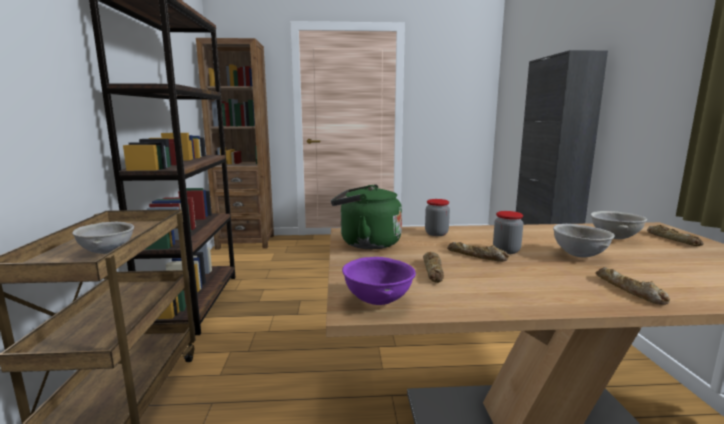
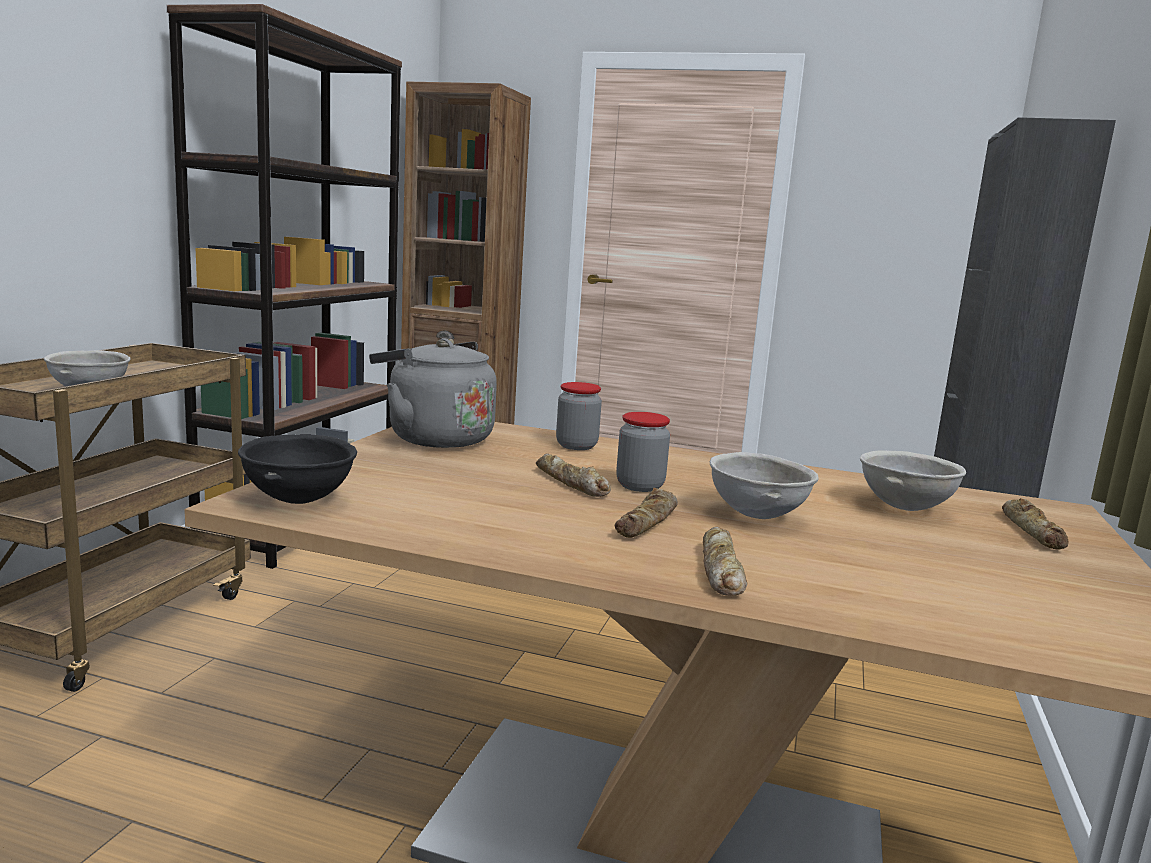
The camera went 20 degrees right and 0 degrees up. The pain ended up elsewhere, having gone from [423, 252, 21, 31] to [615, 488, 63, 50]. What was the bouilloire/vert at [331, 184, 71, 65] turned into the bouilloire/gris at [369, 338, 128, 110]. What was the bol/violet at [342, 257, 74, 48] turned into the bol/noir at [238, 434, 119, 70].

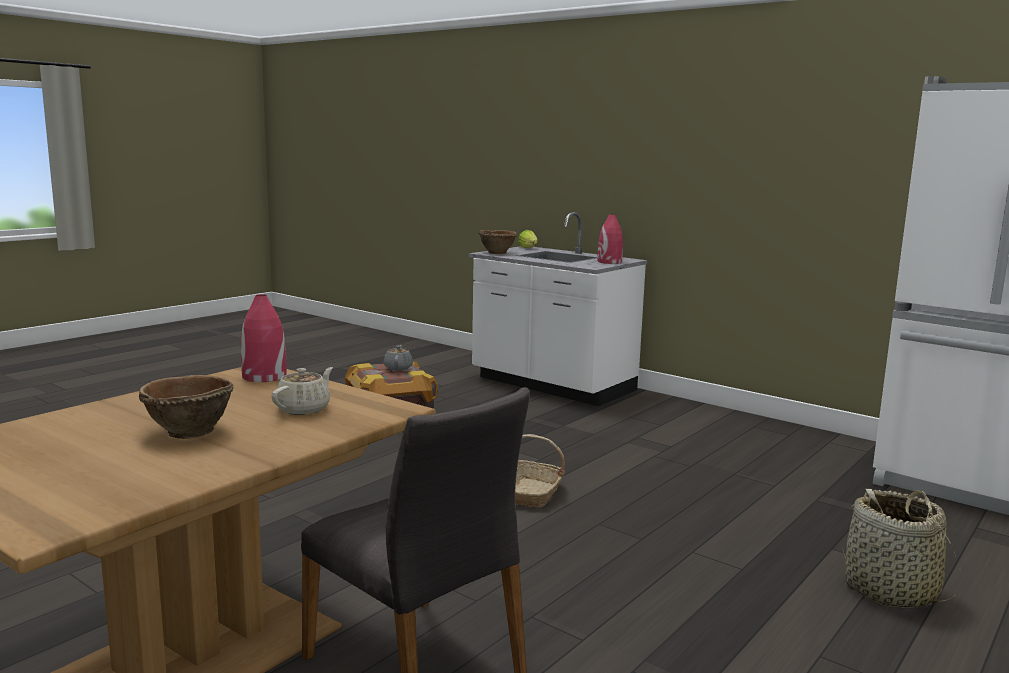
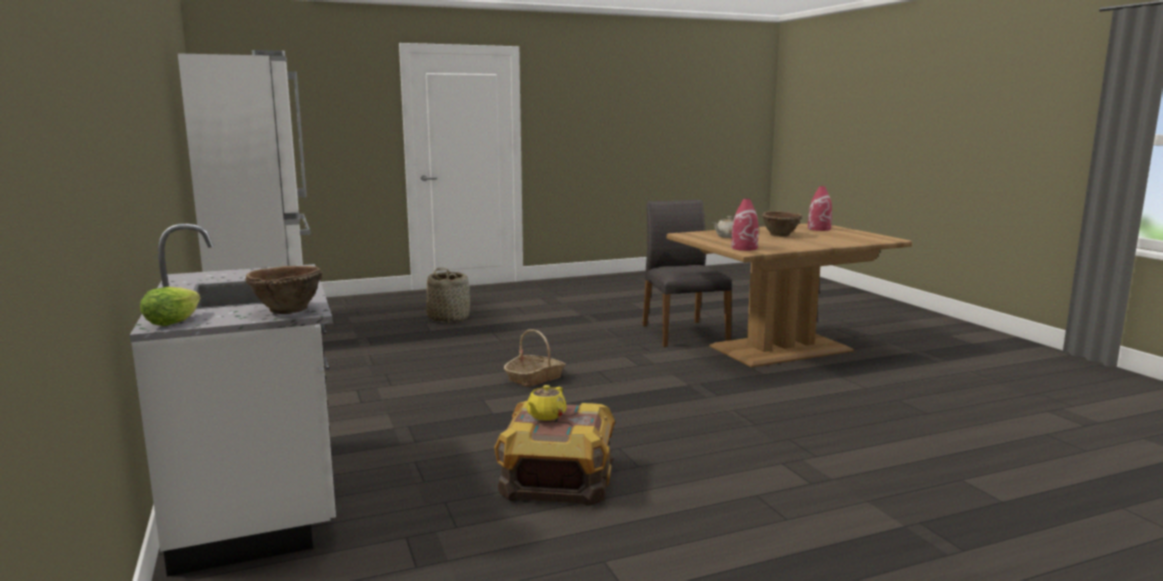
The camera went 150 degrees left and 0 degrees up. The vase/rouge ended up elsewhere, having gone from [597, 215, 26, 49] to [808, 186, 24, 45]. What was the théière/gris at [384, 345, 29, 26] turned into the théière/jaune at [527, 385, 40, 35].

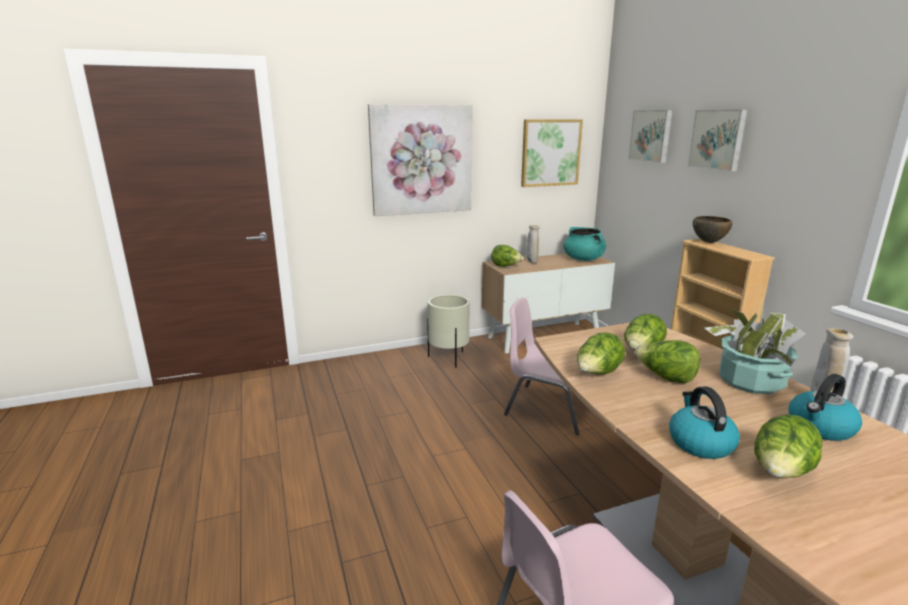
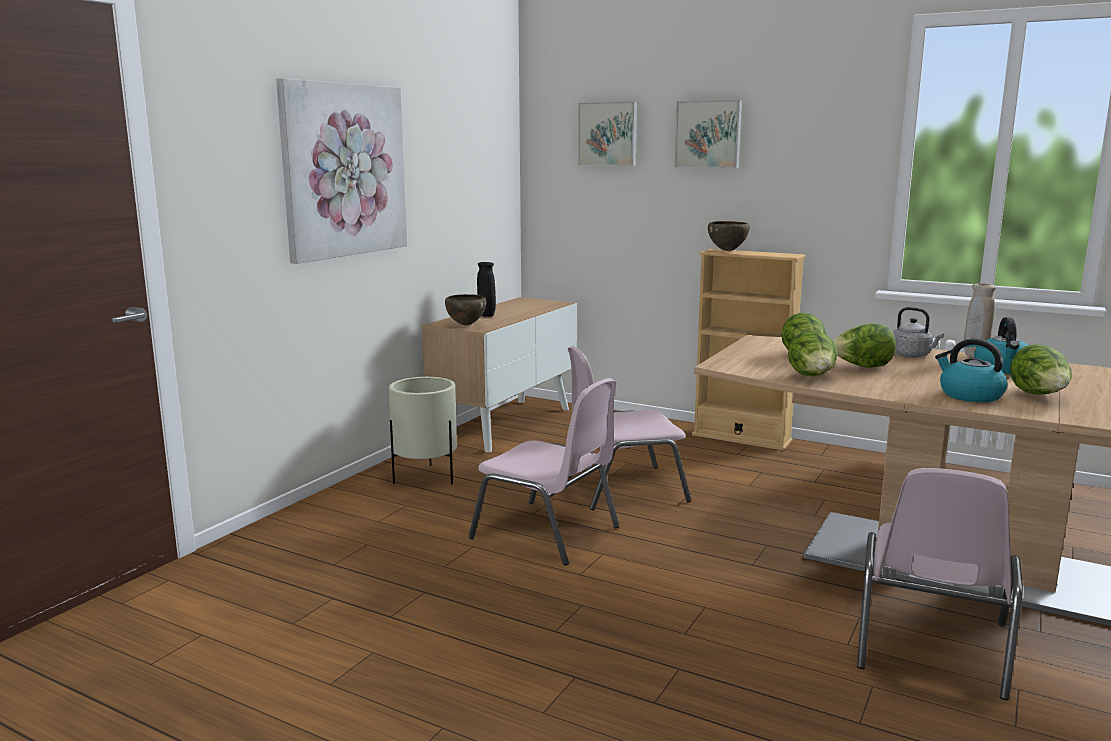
The camera went 40 degrees left and 5 degrees down. The second view lost the tableau at [521, 119, 62, 68]. The second view lost the marmite/turquoise at [564, 227, 42, 34]. The second view gained the chaise/rose at [468, 378, 151, 187]. Where the laitue stood at [491, 245, 32, 22], the bol/marron came to stand at [445, 294, 42, 31]. Where the plante en pot stood at [704, 309, 102, 85], the bouilloire/gris came to stand at [893, 307, 51, 50]. What was the vase/beige at [527, 225, 13, 38] turned into the vase/noir at [477, 262, 19, 55].

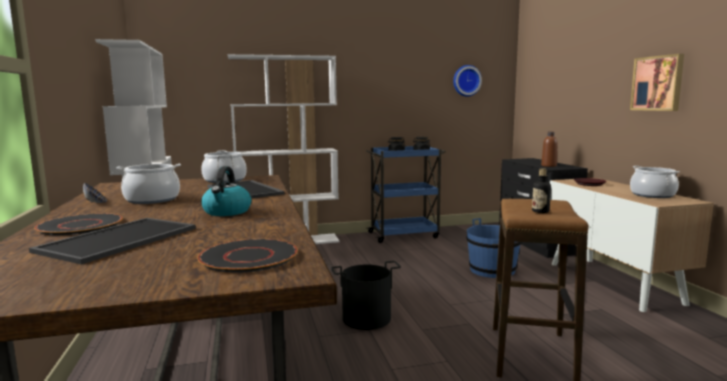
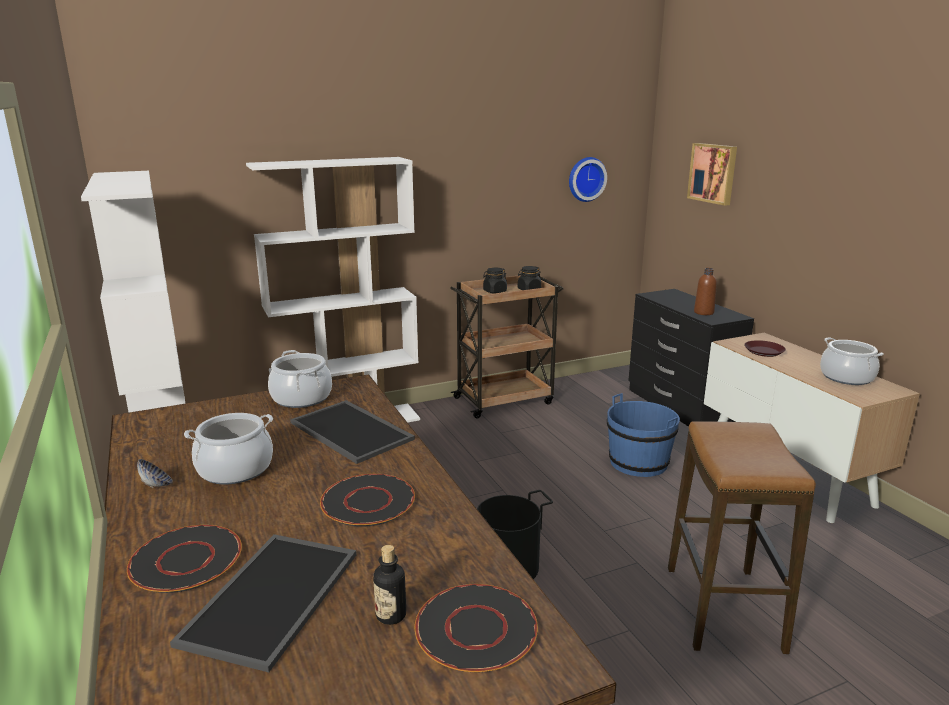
The camera went 10 degrees left and 10 degrees up. The bouteille ended up elsewhere, having gone from [532, 168, 19, 45] to [373, 545, 33, 80]. The tableau ended up elsewhere, having gone from [630, 54, 54, 57] to [687, 143, 50, 63]. Where the bouilloire stood at [201, 166, 50, 50], the assiette/noir came to stand at [320, 474, 95, 53]. What was the chariot/bleu at [366, 146, 80, 97] turned into the chariot/marron at [450, 275, 113, 143].

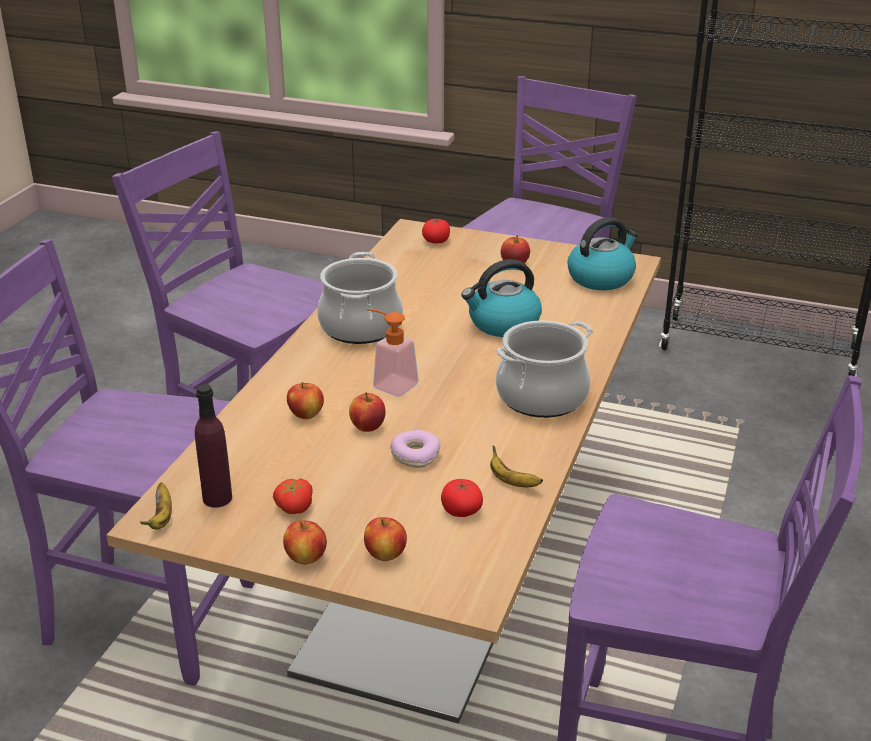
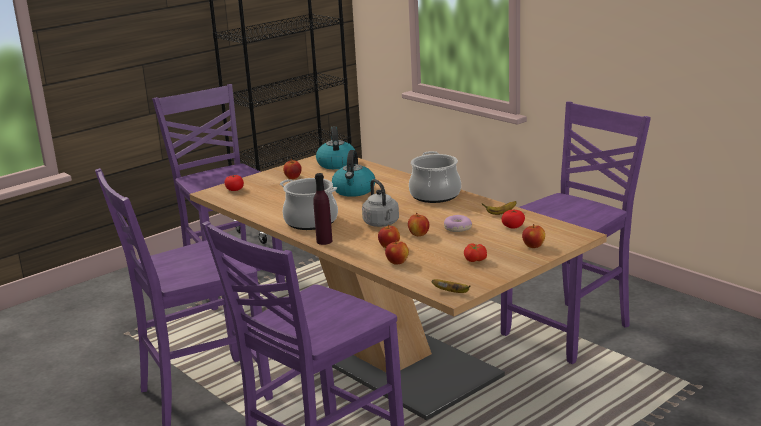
The camera went 60 degrees left and 10 degrees down. The bouteille/violet ended up elsewhere, having gone from [195, 384, 37, 124] to [313, 173, 19, 72]. The pomme ended up elsewhere, having gone from [283, 520, 44, 45] to [385, 240, 24, 25]. Where the distributeur de savon stood at [366, 309, 53, 88], the bouilloire/gris came to stand at [362, 179, 37, 48].

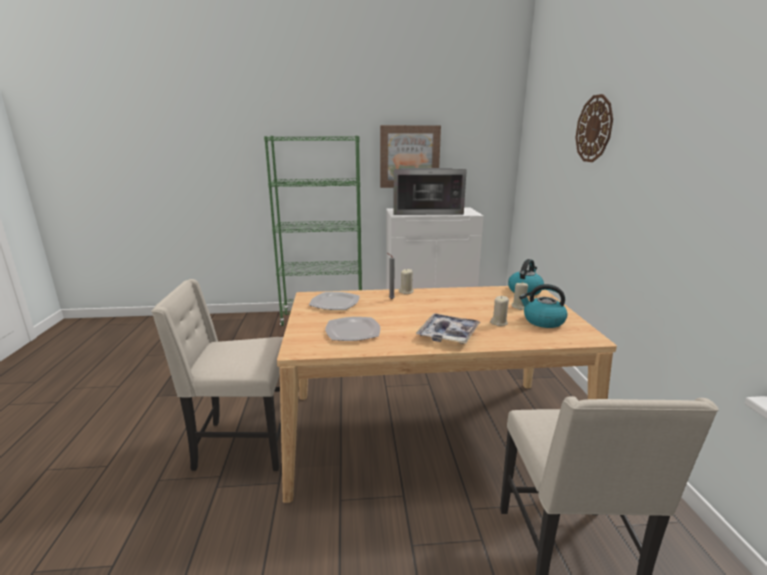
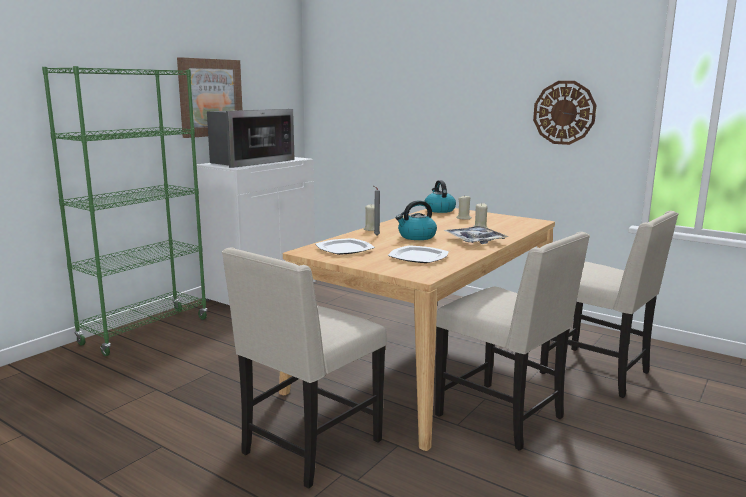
The camera went 50 degrees left and 5 degrees down. The second view gained the chaise/beige at [435, 232, 155, 219]. The bouilloire ended up elsewhere, having gone from [519, 284, 49, 44] to [396, 200, 41, 40]. The horloge murale ended up elsewhere, having gone from [575, 94, 38, 68] to [533, 81, 63, 64].

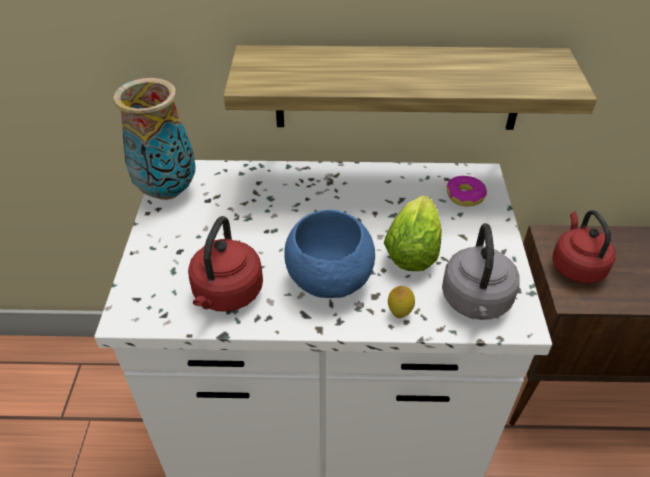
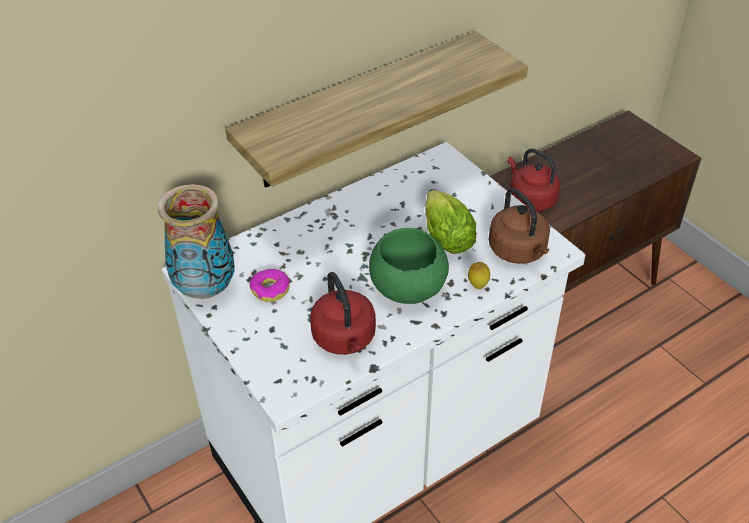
The camera went 35 degrees left and 0 degrees up. The beignet ended up elsewhere, having gone from [447, 176, 40, 30] to [250, 269, 40, 33]. What was the bol/bleu at [284, 210, 91, 88] turned into the bol/vert at [369, 228, 80, 76]. What was the bouilloire/gris at [442, 223, 78, 97] turned into the bouilloire/marron at [489, 188, 61, 76].

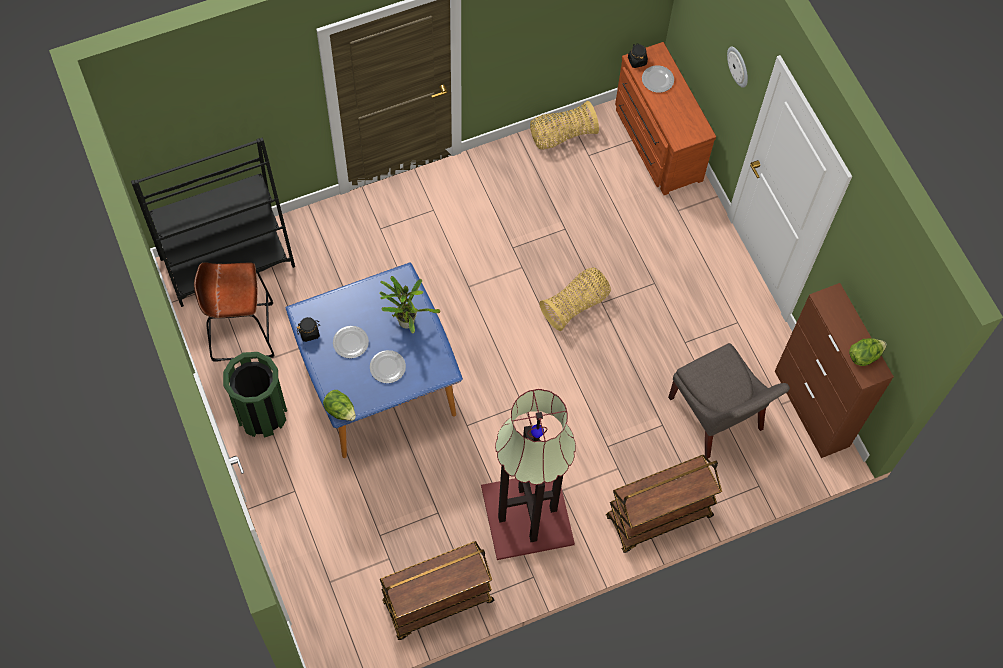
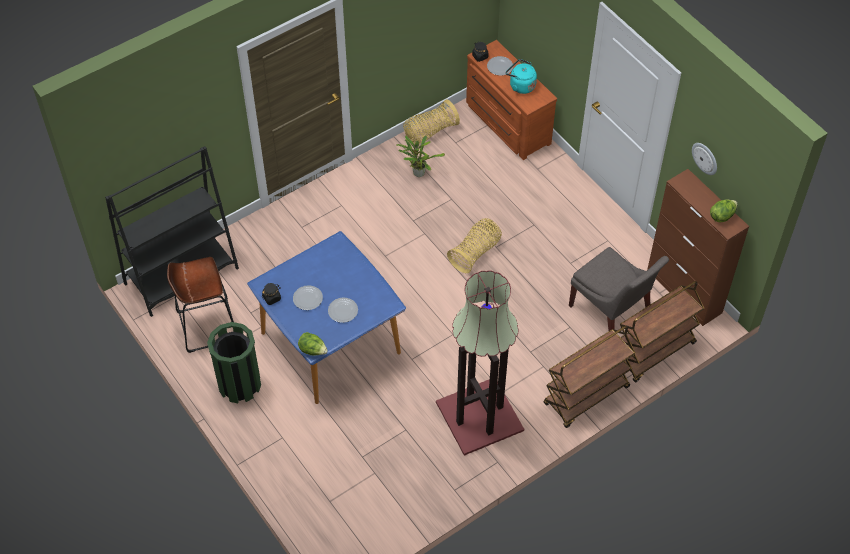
The camera went 10 degrees left and 10 degrees down. The second view gained the bouilloire/turquoise at [506, 59, 31, 35]. The plante en pot ended up elsewhere, having gone from [379, 276, 61, 58] to [396, 135, 49, 42]. The chariot/marron ended up elsewhere, having gone from [380, 541, 114, 99] to [620, 281, 84, 101]. The horloge murale ended up elsewhere, having gone from [727, 47, 21, 41] to [692, 143, 25, 32].

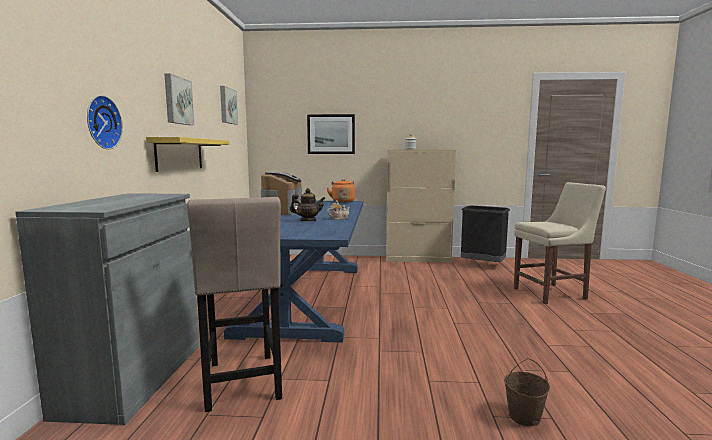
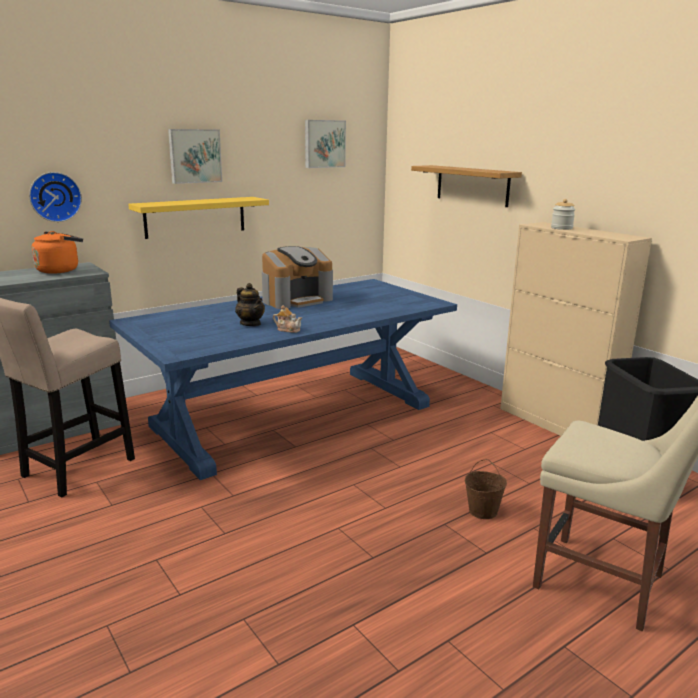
The camera went 50 degrees right and 10 degrees up. The bouilloire/orange ended up elsewhere, having gone from [327, 179, 28, 24] to [32, 231, 51, 43]. The seau/marron ended up elsewhere, having gone from [504, 358, 46, 68] to [465, 459, 42, 60]. Where the tableau hung at [307, 114, 48, 40], the étagère came to hang at [411, 165, 111, 42].

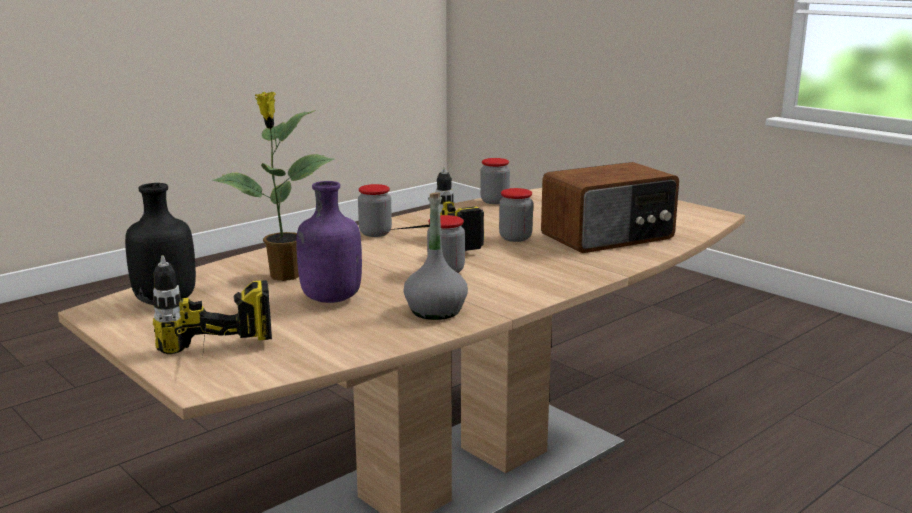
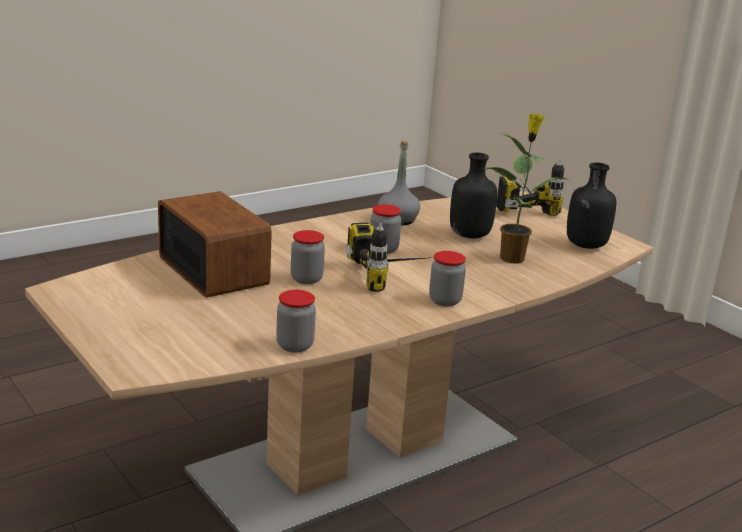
The camera went 175 degrees left and 5 degrees up. What was the bouteille/violet at [296, 181, 66, 122] turned into the bouteille/noir at [450, 153, 47, 86]. The radio at [541, 162, 138, 91] ended up facing another way, 75 degrees clockwise from before.

